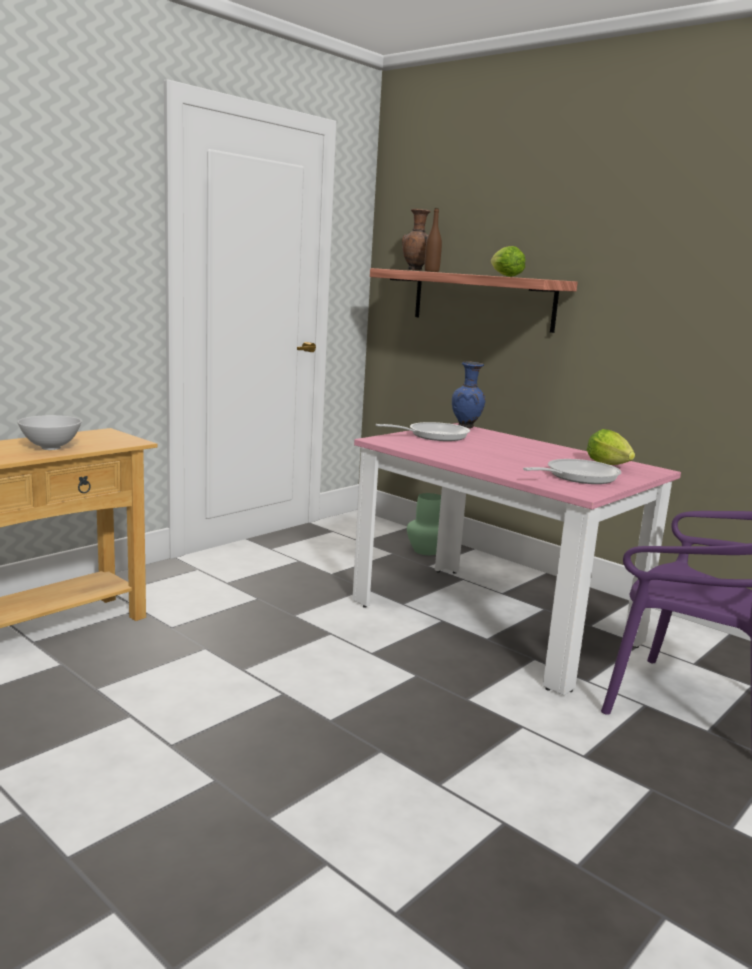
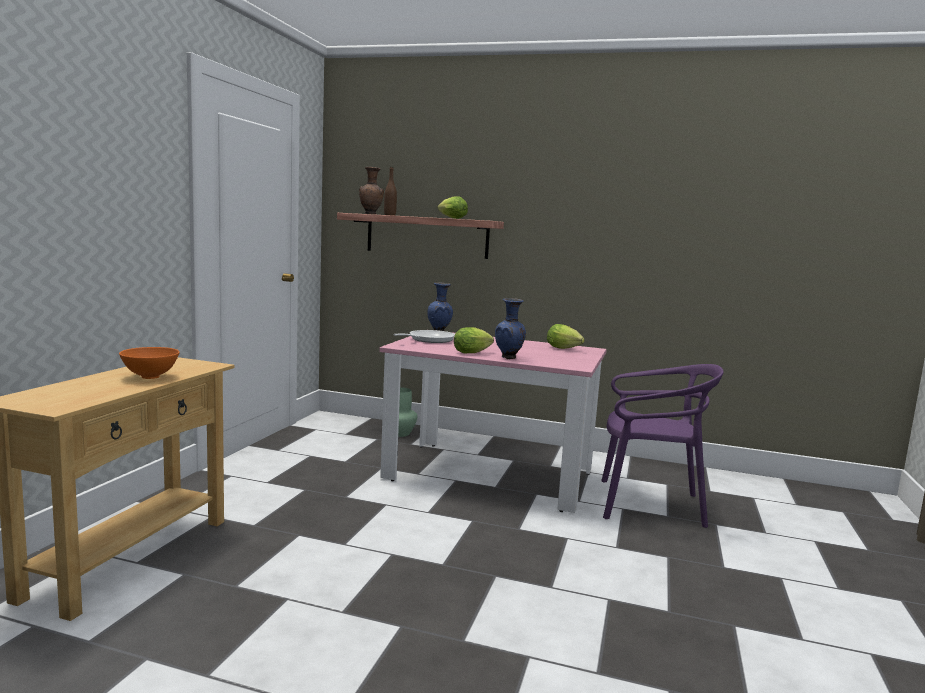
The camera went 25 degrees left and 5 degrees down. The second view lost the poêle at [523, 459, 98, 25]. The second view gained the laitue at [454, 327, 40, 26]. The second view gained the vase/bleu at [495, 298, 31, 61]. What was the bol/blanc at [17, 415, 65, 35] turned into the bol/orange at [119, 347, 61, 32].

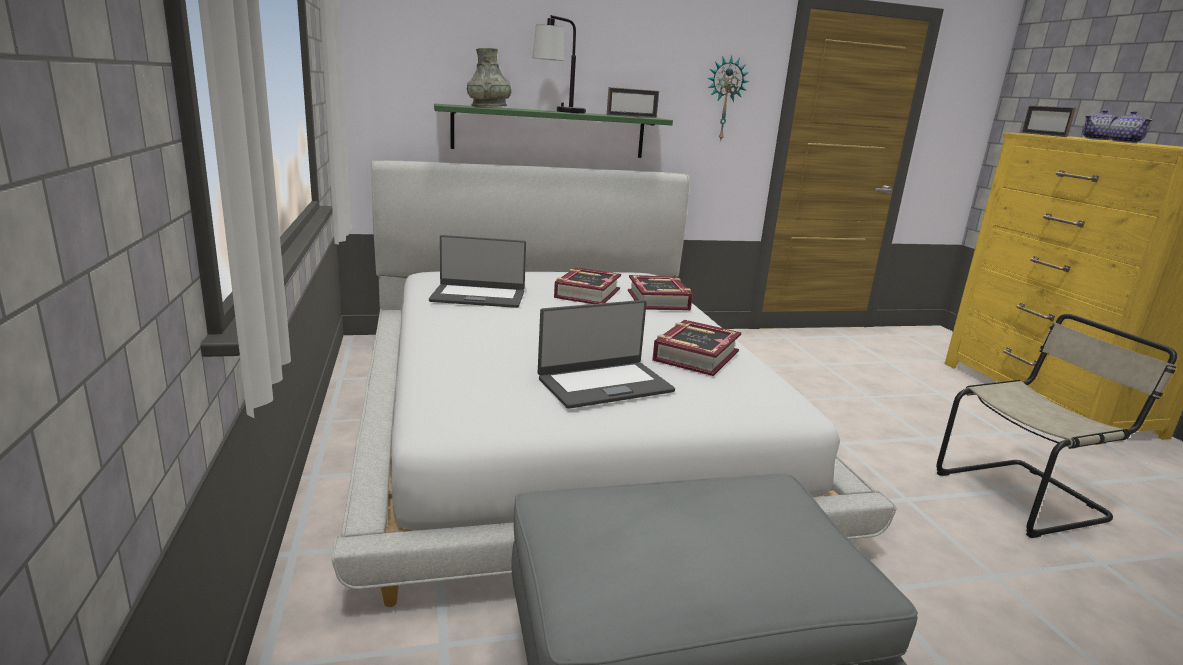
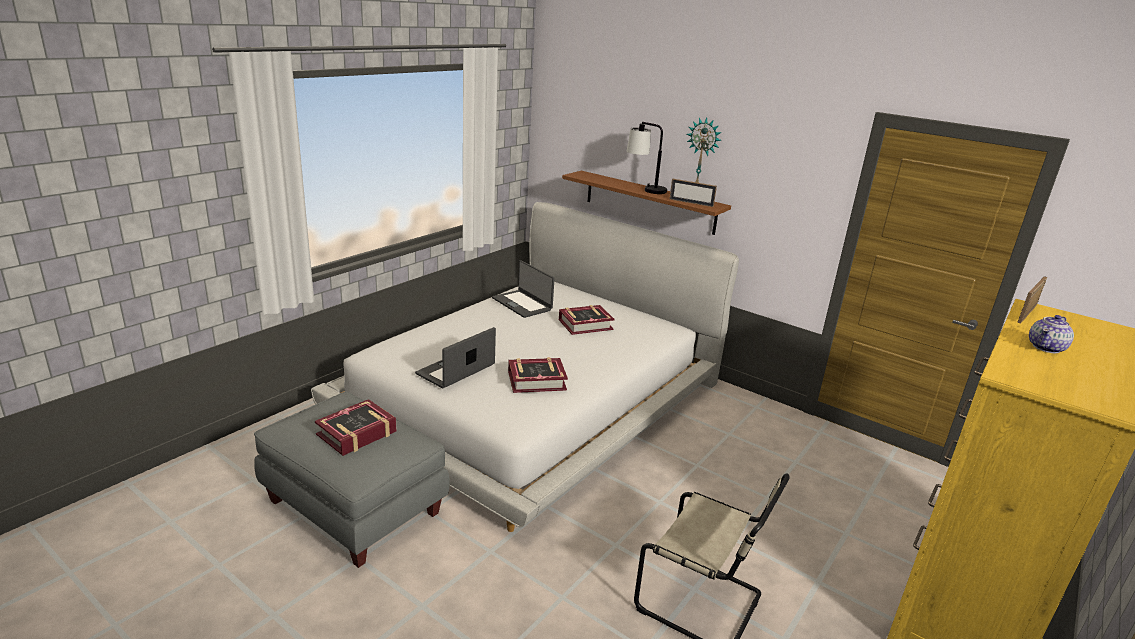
The camera went 50 degrees right and 5 degrees up. The second view lost the vase/gris at [467, 48, 44, 59]. The second view lost the théière at [1082, 110, 33, 30]. The livre ended up elsewhere, having gone from [628, 275, 65, 36] to [315, 399, 82, 57]. The horloge murale ended up elsewhere, having gone from [707, 56, 42, 86] to [687, 117, 35, 66]. What was the étagère/vert at [434, 104, 239, 54] turned into the étagère/marron at [562, 171, 169, 64]. The ordinateur portable at [538, 300, 137, 109] ended up facing another way, 105 degrees clockwise from before.

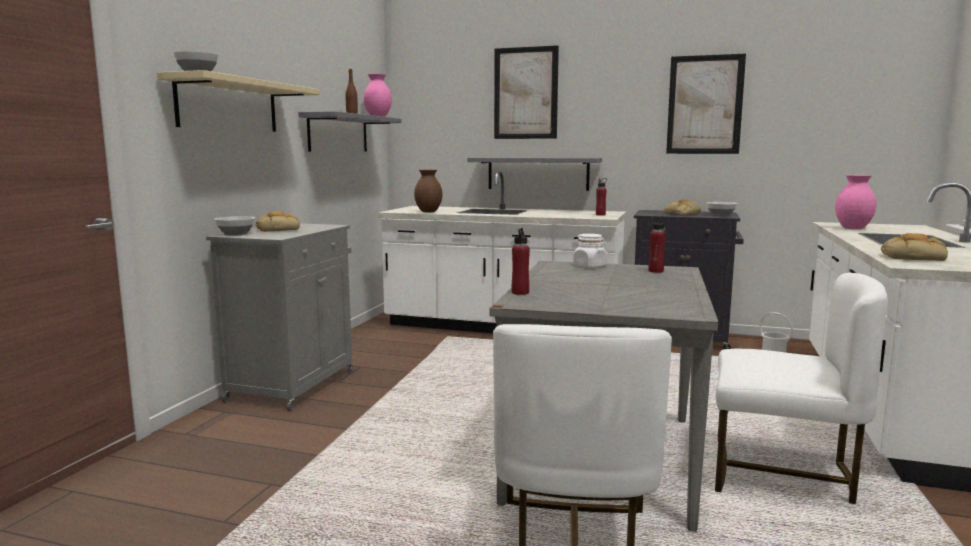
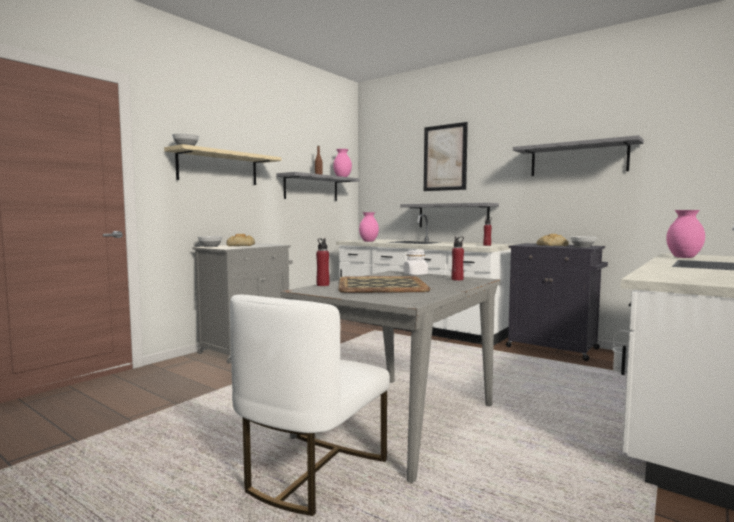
The camera went 20 degrees right and 5 degrees down. The second view lost the chaise/blanc at [715, 273, 173, 231]. The second view lost the pain at [881, 233, 67, 28]. The second view gained the plateau at [338, 276, 92, 17]. Where the tableau hung at [666, 54, 80, 100], the étagère/gris came to hang at [513, 135, 131, 41]. What was the vase/marron at [414, 170, 28, 42] turned into the vase/rose at [359, 212, 20, 30].

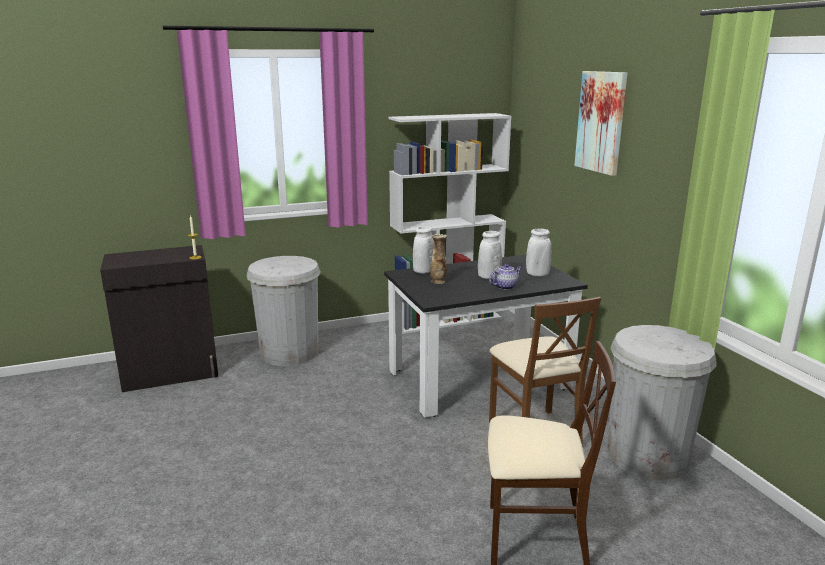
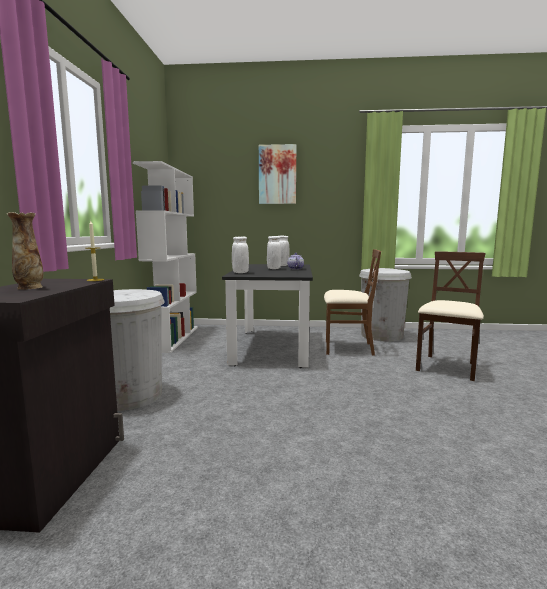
The camera went 65 degrees left and 10 degrees down. The vase ended up elsewhere, having gone from [430, 234, 17, 50] to [6, 212, 37, 78].

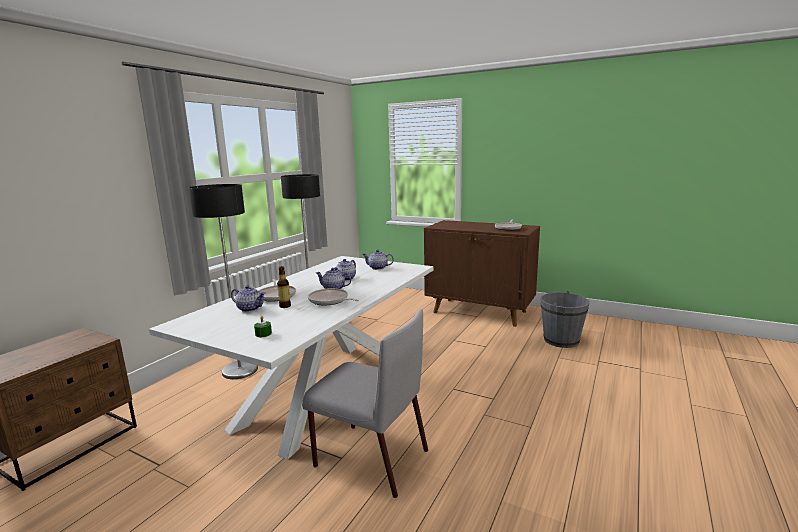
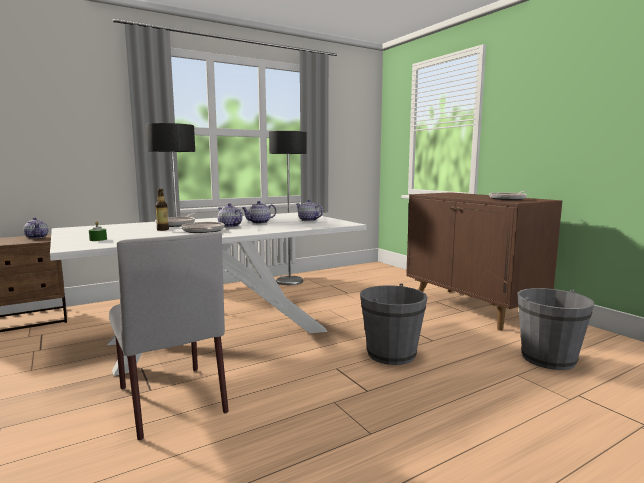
The camera went 30 degrees right and 5 degrees down. The second view gained the seau/gris at [360, 283, 68, 82]. The théière ended up elsewhere, having gone from [231, 285, 34, 27] to [23, 217, 25, 22].

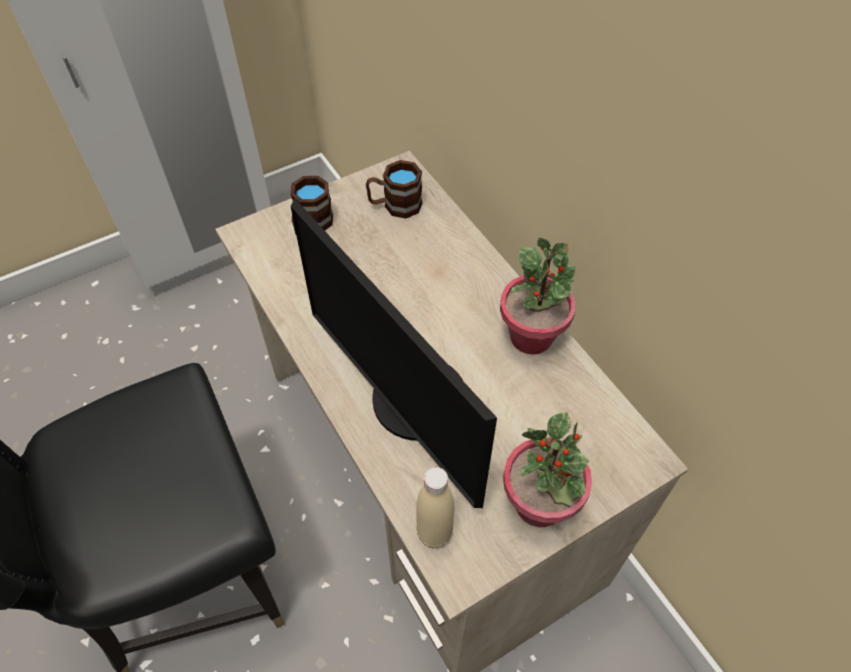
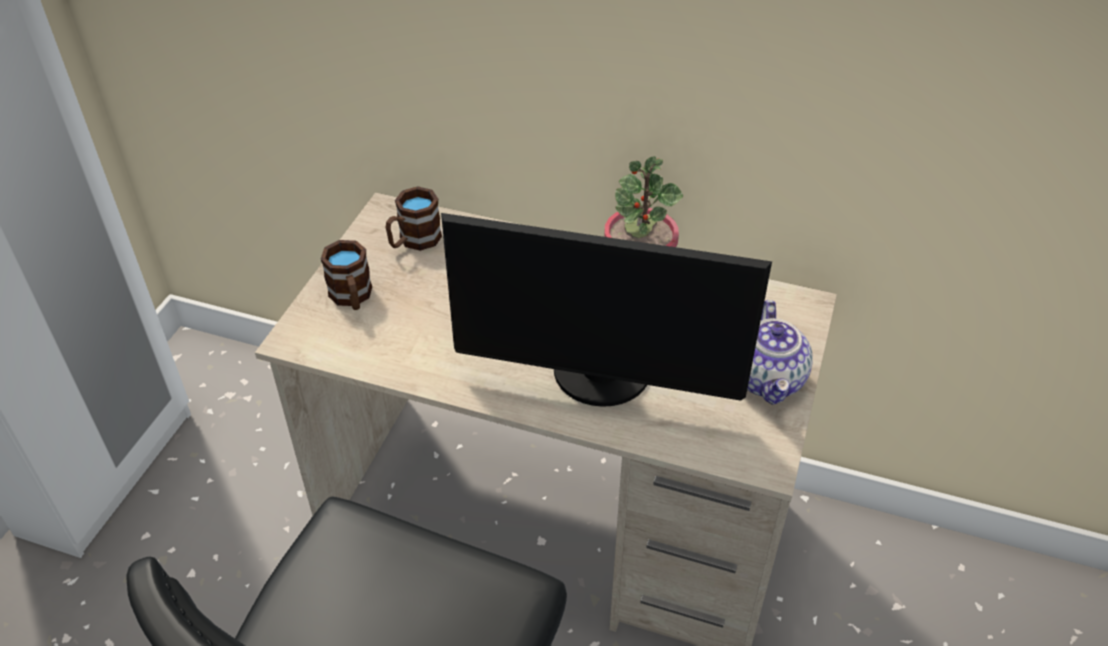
The camera went 40 degrees left and 10 degrees down. The second view lost the bouteille/beige at [416, 467, 38, 81]. Where the plante en pot stood at [503, 412, 89, 115], the théière came to stand at [747, 300, 66, 105].

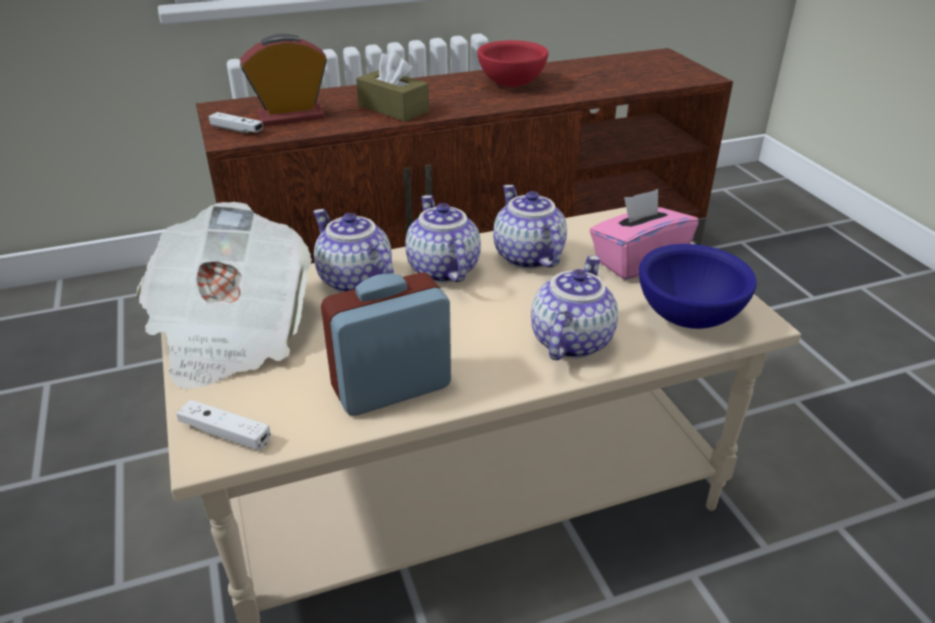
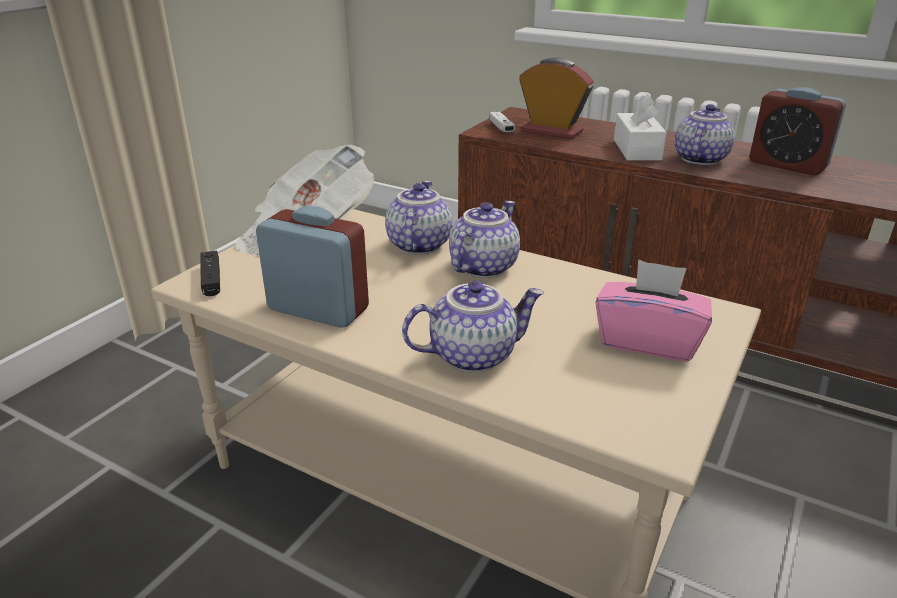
The camera went 50 degrees right and 5 degrees down. The second view lost the bol/bleu at [639, 244, 118, 85]. The théière ended up elsewhere, having gone from [493, 185, 74, 84] to [675, 104, 60, 61]. Where the bol/rouge stood at [477, 40, 71, 47], the réveil came to stand at [749, 87, 97, 89]. What was the manette/blanc at [176, 400, 95, 50] turned into the manette/noir at [201, 251, 19, 45]. What was the boîte à mouchoirs/marron at [356, 51, 73, 71] turned into the boîte à mouchoirs/blanc at [614, 94, 53, 67].

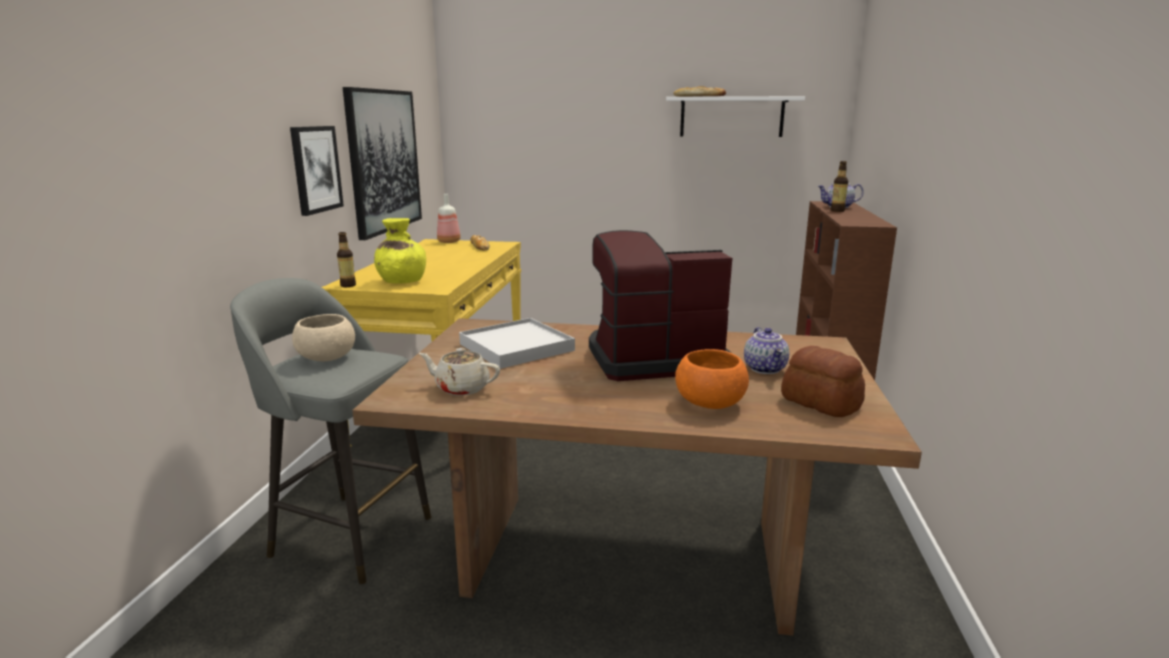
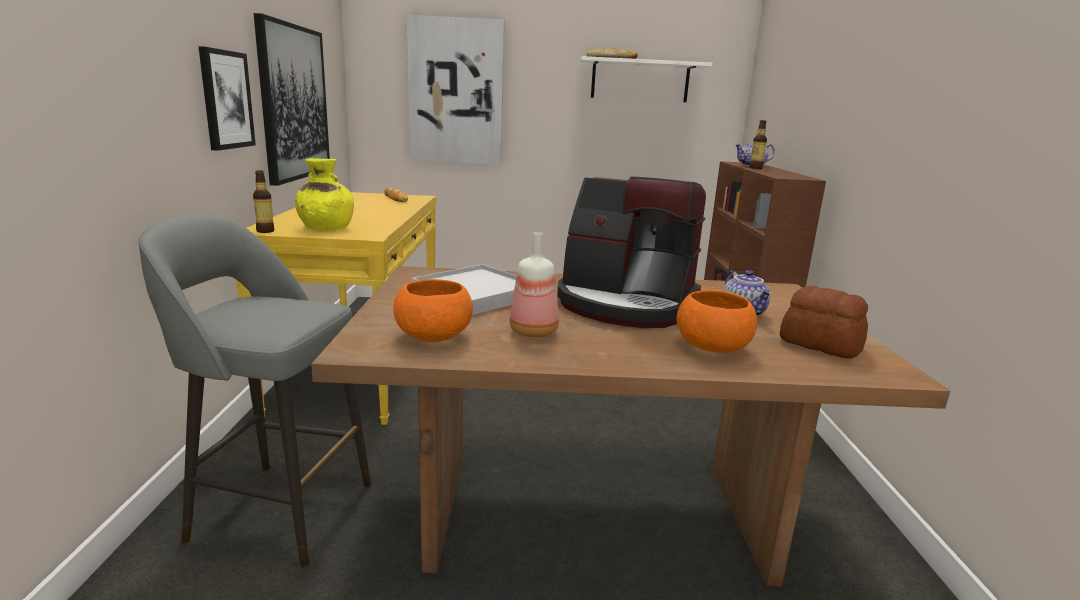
The camera went 10 degrees left and 0 degrees up. The second view lost the bol/beige at [292, 314, 63, 47]. The second view gained the tableau at [407, 15, 97, 150]. The bouteille ended up elsewhere, having gone from [437, 194, 24, 49] to [509, 232, 50, 106]. Where the théière/beige stood at [419, 348, 81, 48], the bol/orange came to stand at [393, 279, 80, 63]. The machine à café at [589, 230, 143, 151] ended up facing another way, 135 degrees counterclockwise from before.

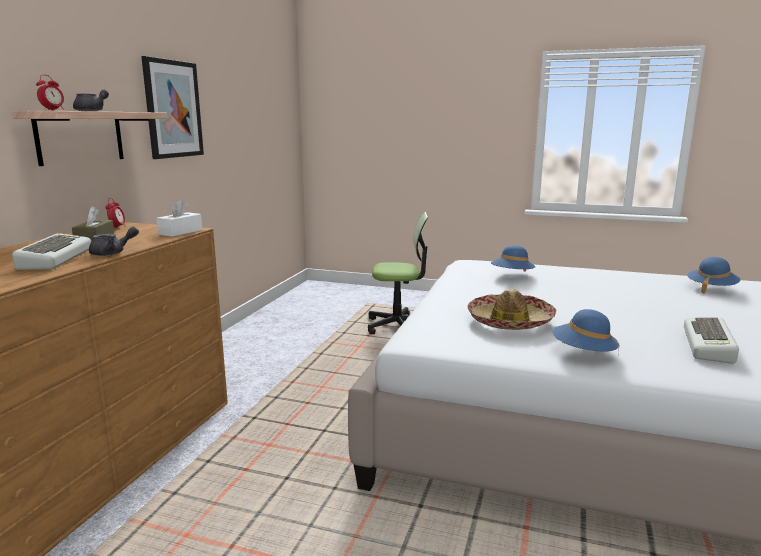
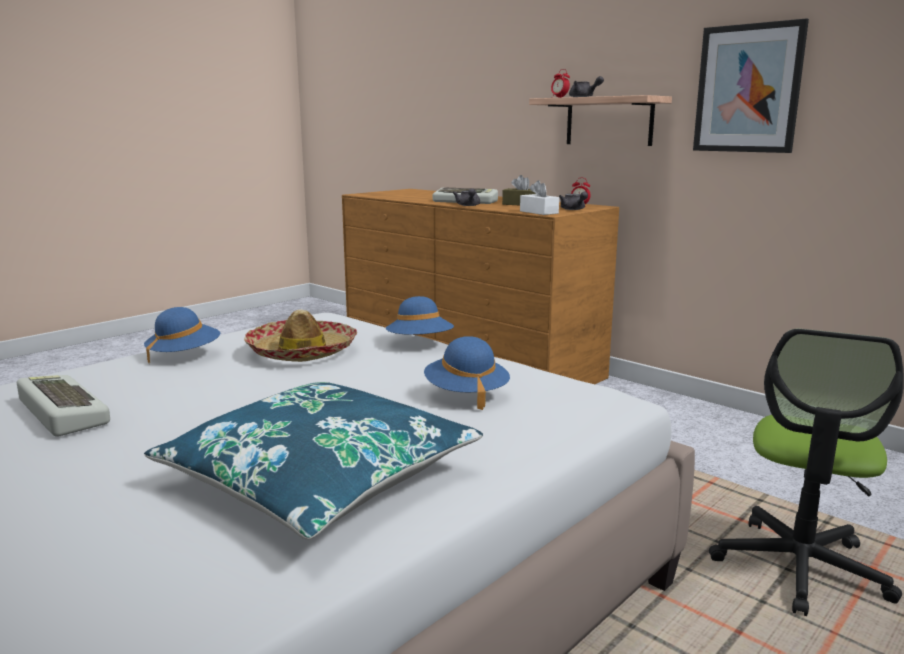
The camera went 115 degrees right and 0 degrees up. The second view gained the coussin/bleu at [144, 382, 339, 158]. The second view gained the théière/gris at [559, 192, 29, 18]. The chapeau/bleu ended up elsewhere, having gone from [687, 257, 53, 36] to [386, 296, 68, 39].

